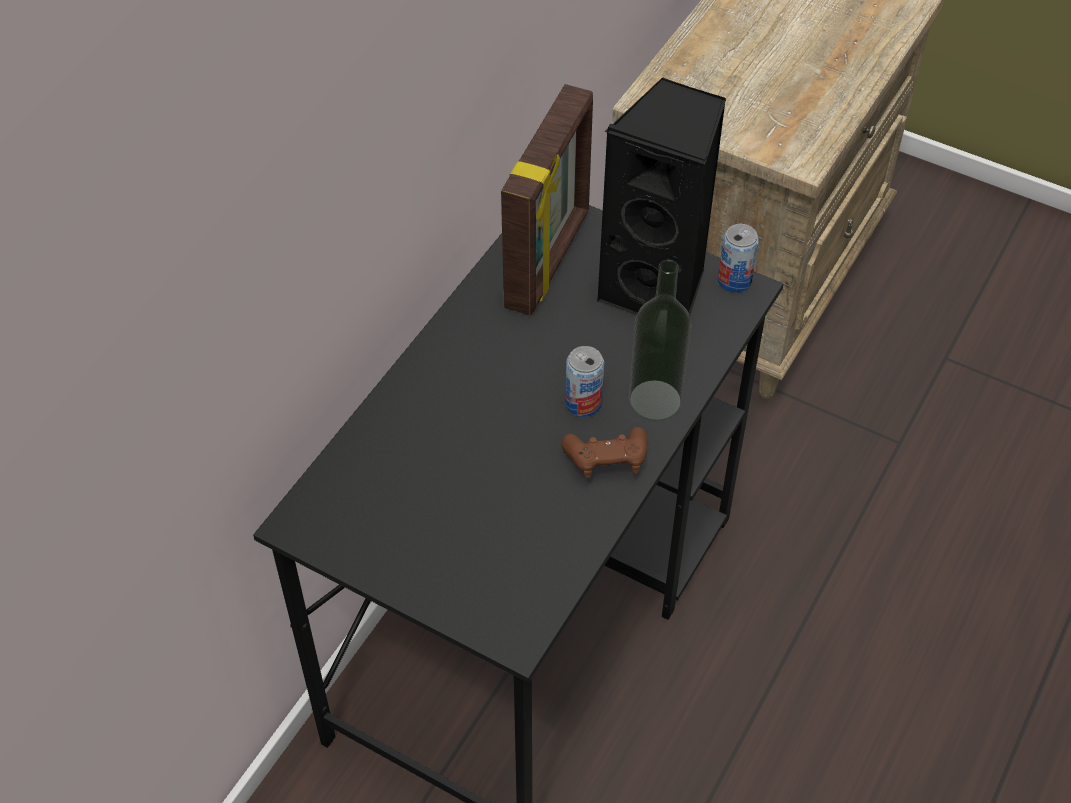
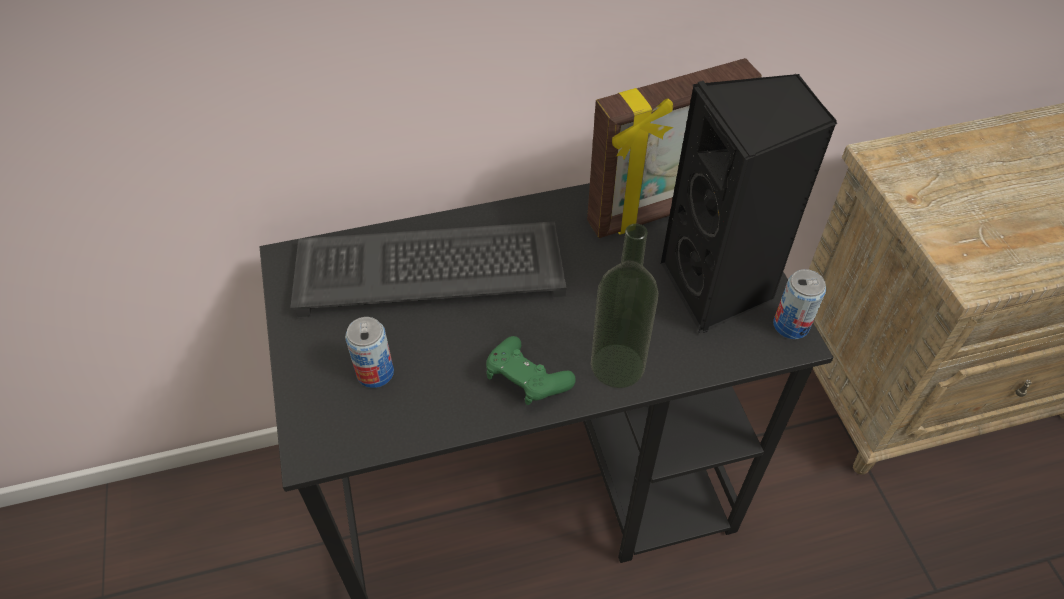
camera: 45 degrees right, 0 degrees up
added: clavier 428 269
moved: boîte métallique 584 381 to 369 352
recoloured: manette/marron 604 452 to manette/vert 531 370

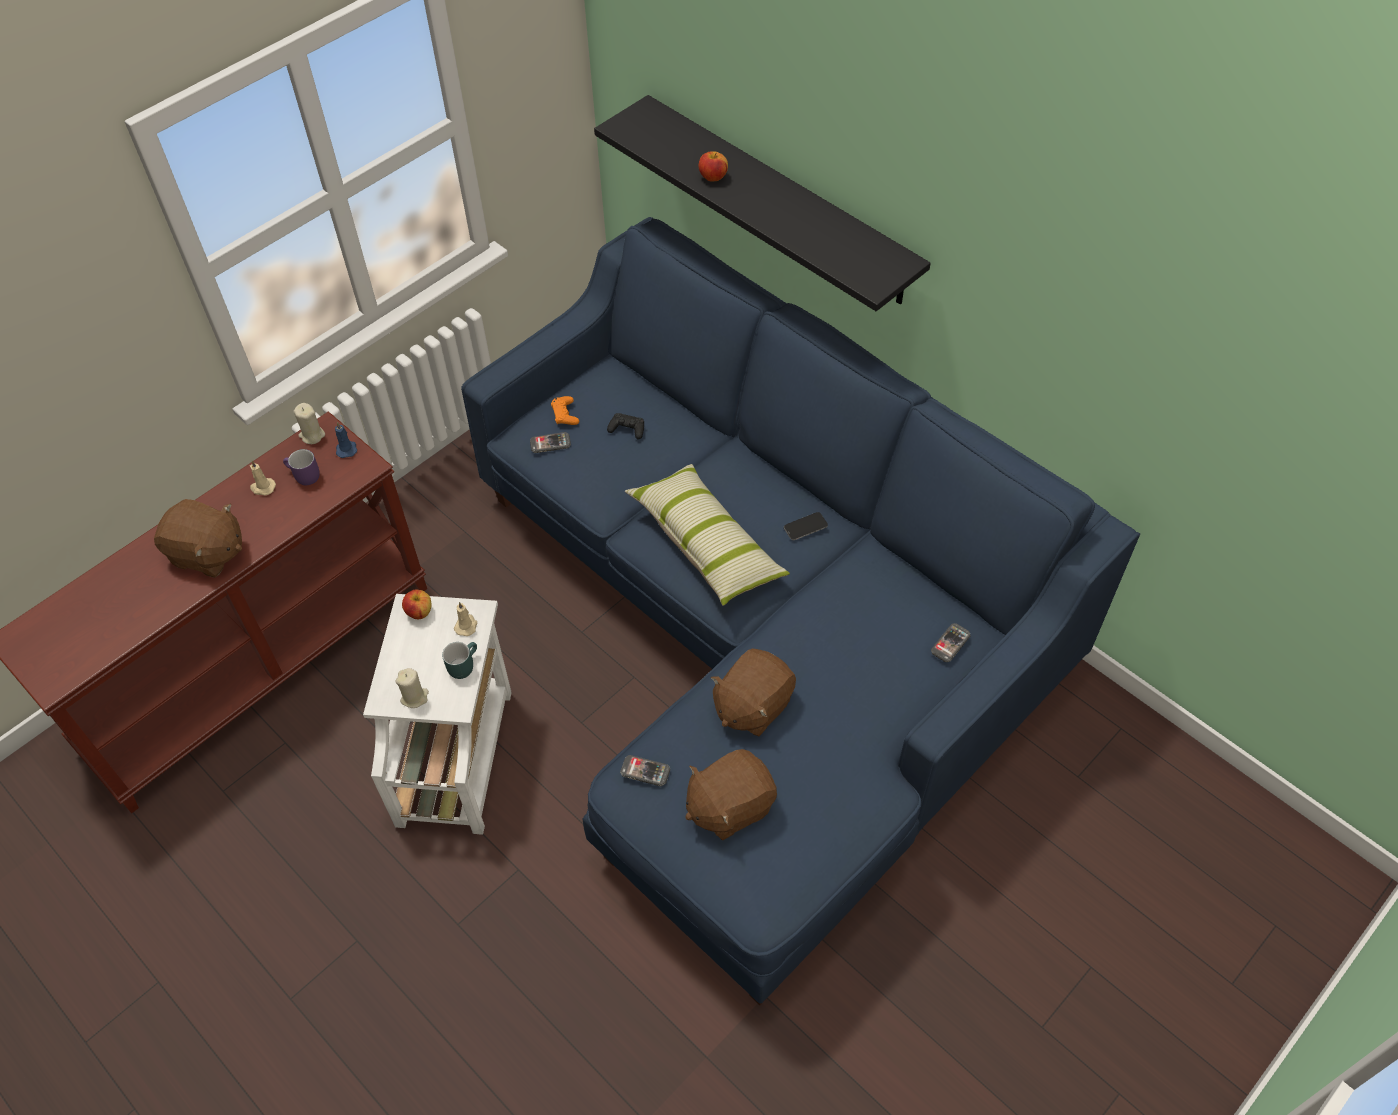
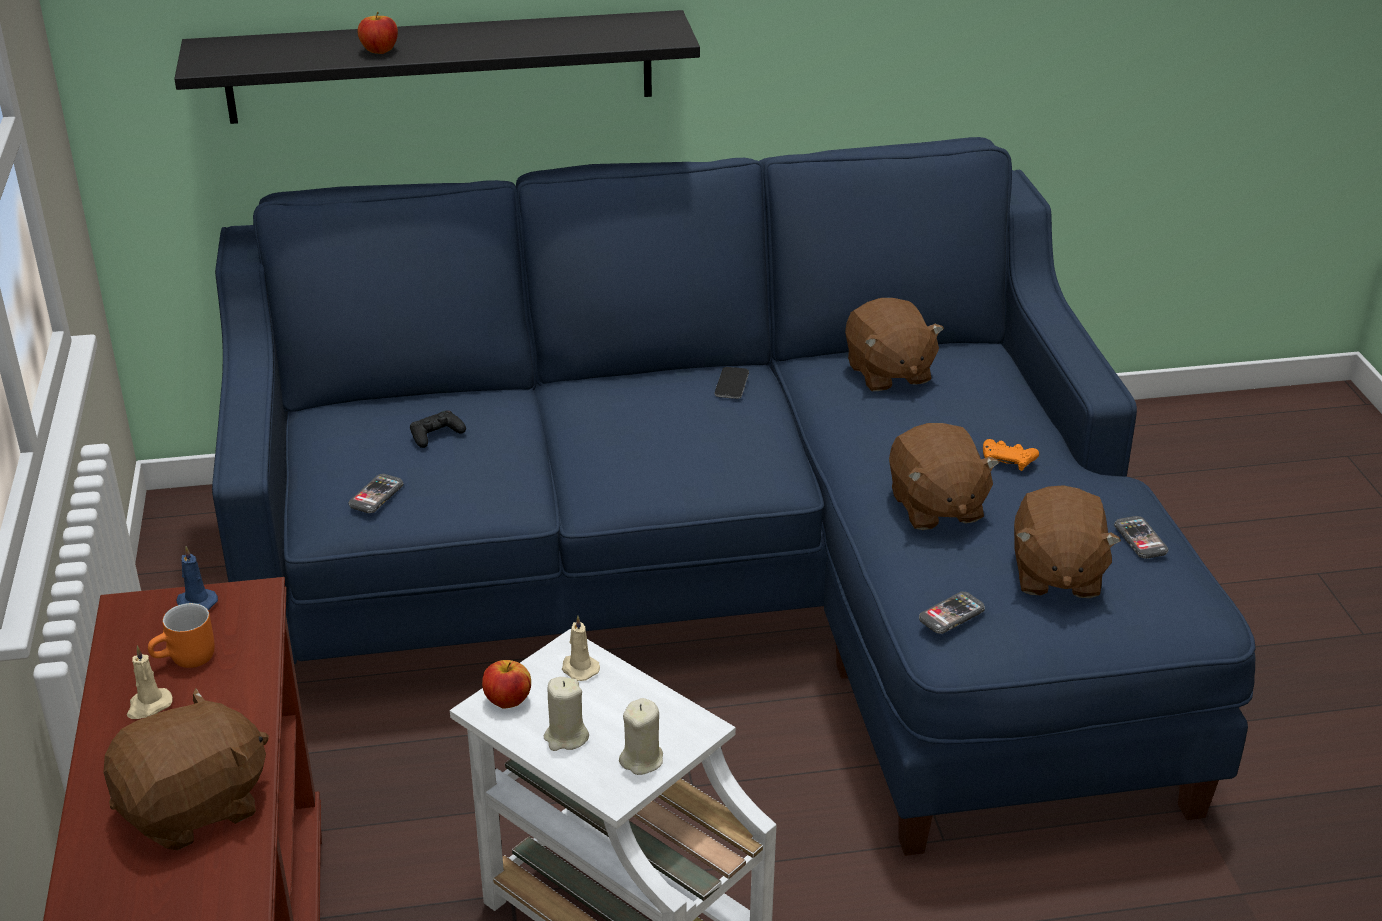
camera: 55 degrees left, 20 degrees down
removed: mug/turquoise 459 660; coussin 707 535
added: peluche/marron 894 344
moved: bougie/beige 309 423 to 566 714; manette/orange 565 410 to 1011 455; téléphone 951 642 to 1141 537
recoloured: mug/violet 301 467 to mug/orange 181 635

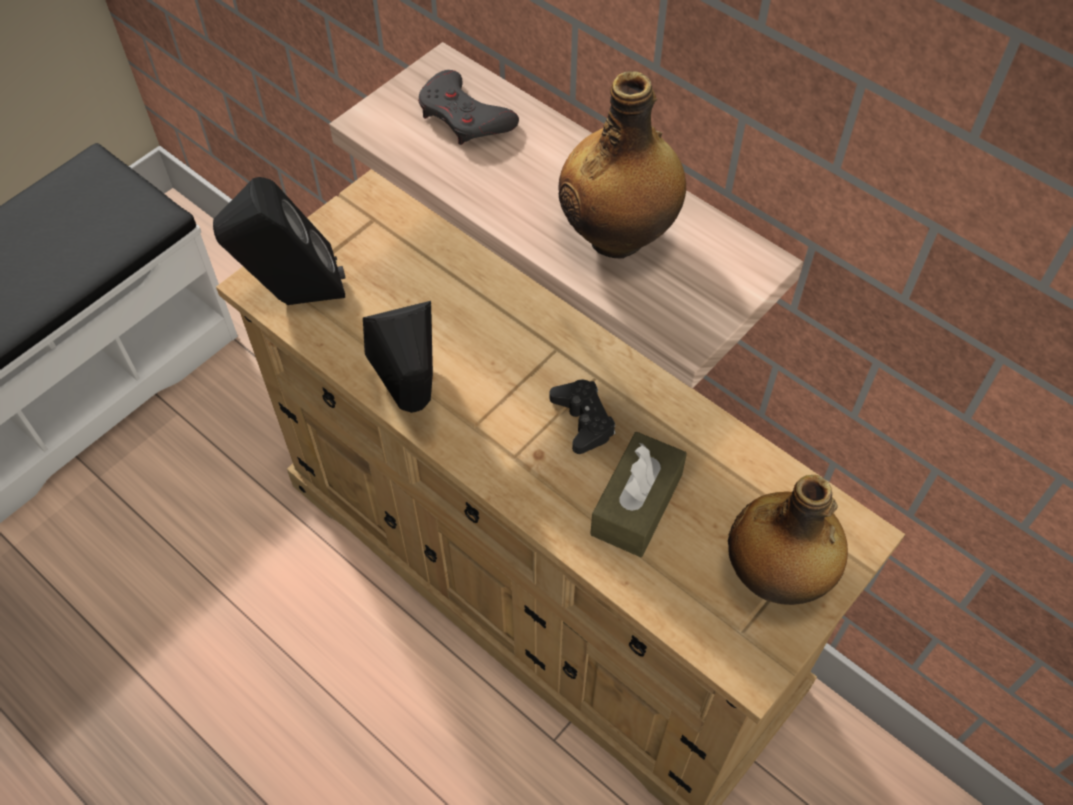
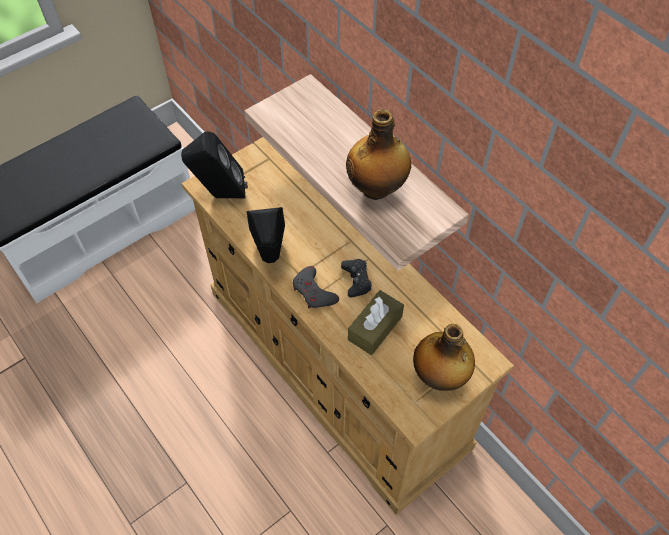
camera: 10 degrees right, 0 degrees up
moved: manette/gris 468 107 to 316 287

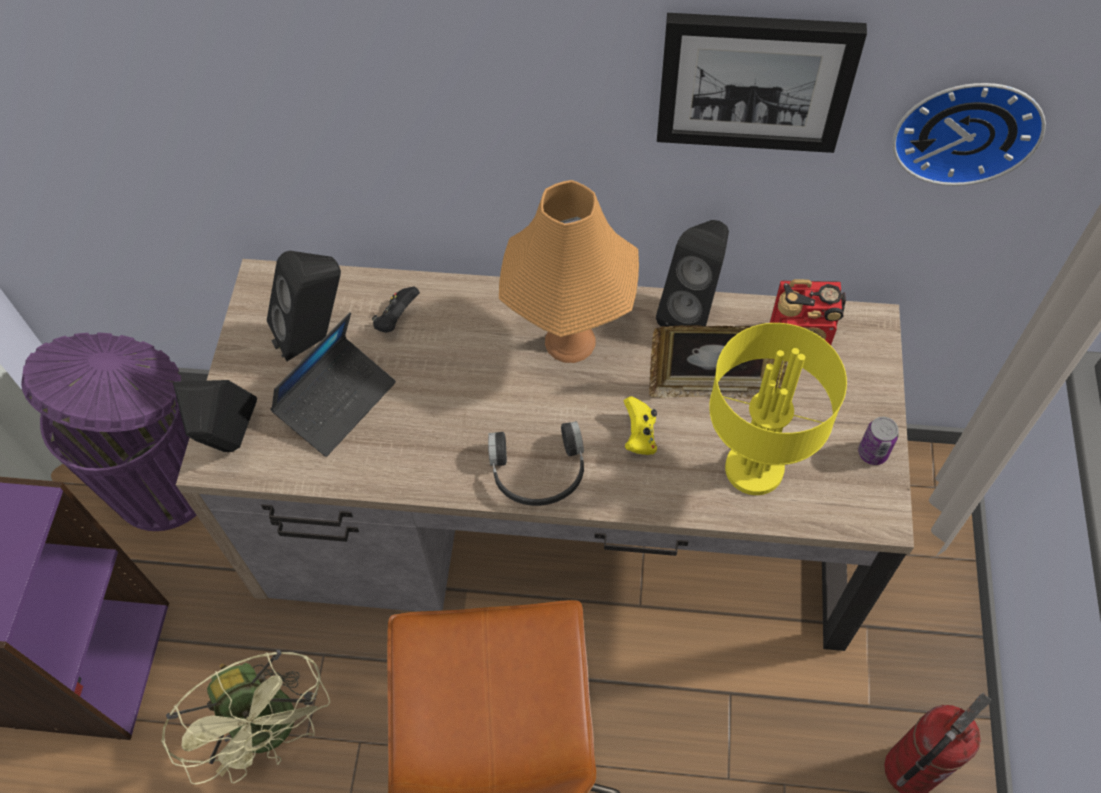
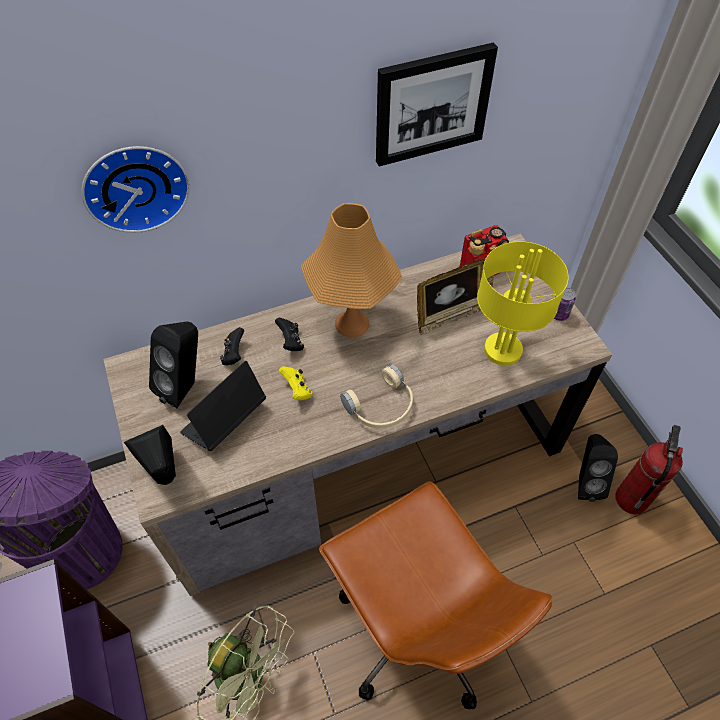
camera: 30 degrees left, 5 degrees down
added: manette/noir 289 334
moved: horloge murale 969 134 to 136 189; manette/jaune 640 425 to 295 383; enceinte/noir 692 273 to 598 468
recoloured: casque audio/noir 536 463 to casque audio/beige 376 396
turned: ordinateur portable 333 384 = 223 406 150 degrees counterclockwise

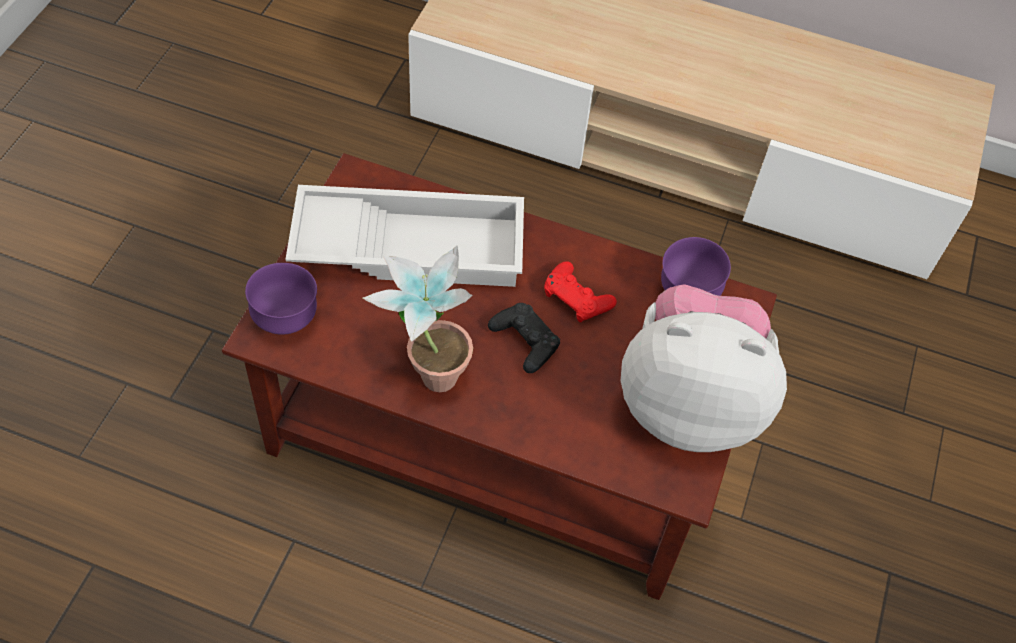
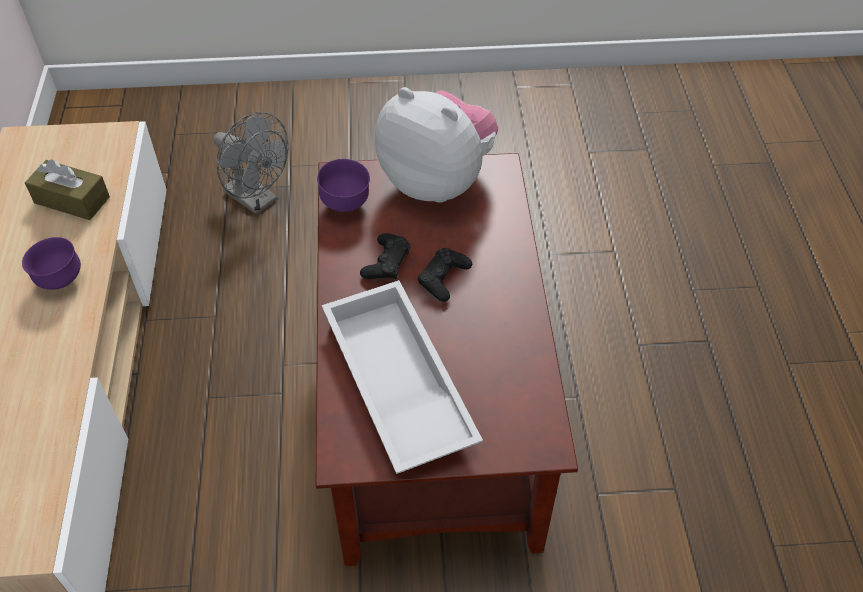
camera: 110 degrees left, 5 degrees down
removed: plante en pot 418 319
added: boîte à mouchoirs/marron 67 189; ventilateur/gris 250 163
moved: bol/violet 281 299 to 51 263
recoloured: manette/rouge 580 291 to manette/noir 385 256
turned: peluche 704 368 = 436 145 135 degrees clockwise

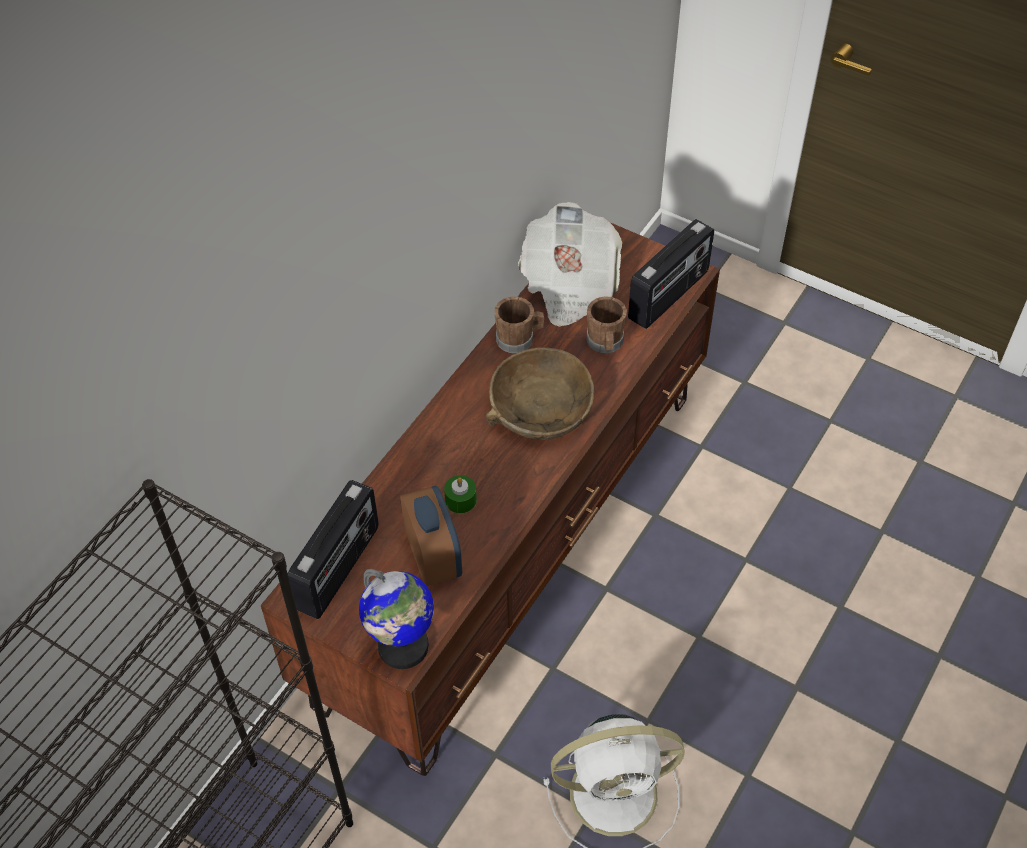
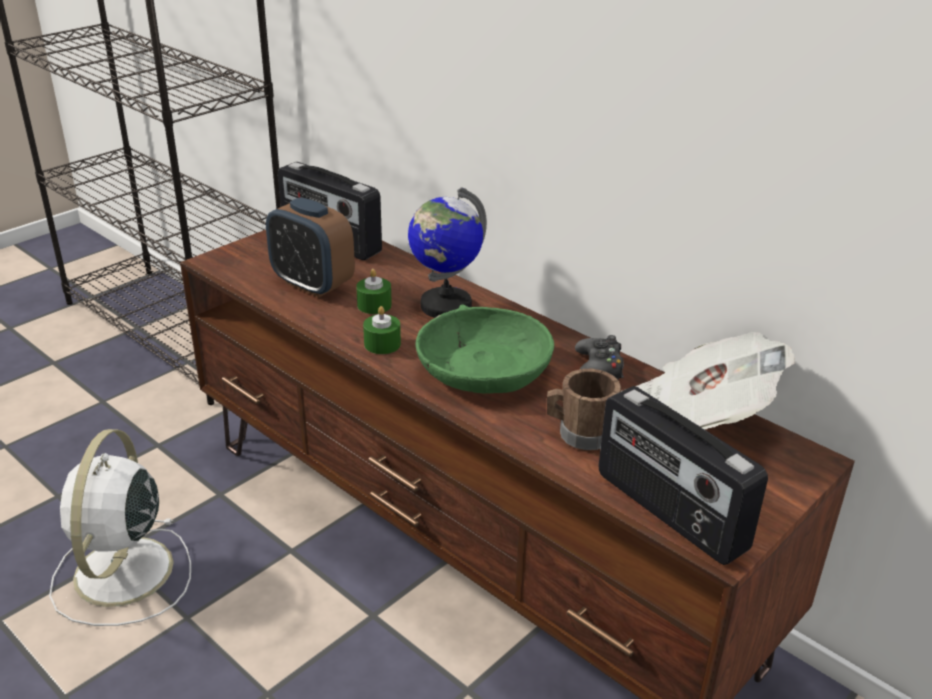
camera: 100 degrees right, 20 degrees down
added: bougie/vert 382 330
moved: globe 396 619 to 447 252
replaced: mug/marron 519 325 to manette/noir 599 357
recoloured: bol/marron 540 393 to bol/vert 484 349
turned: réveil 431 536 = 310 247 45 degrees clockwise

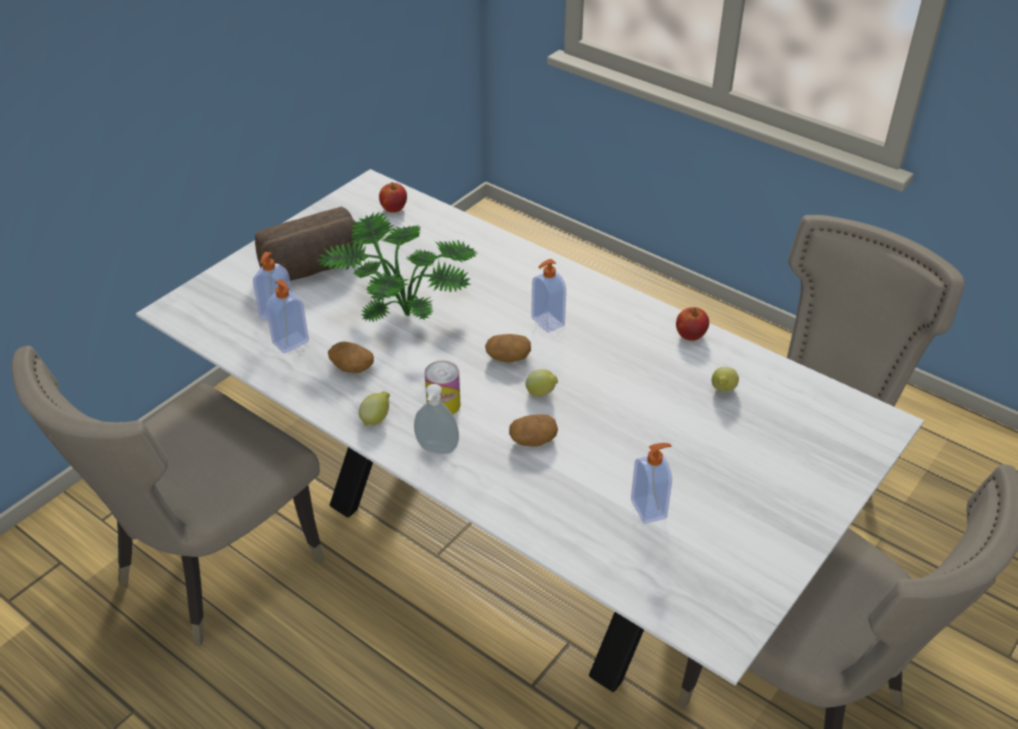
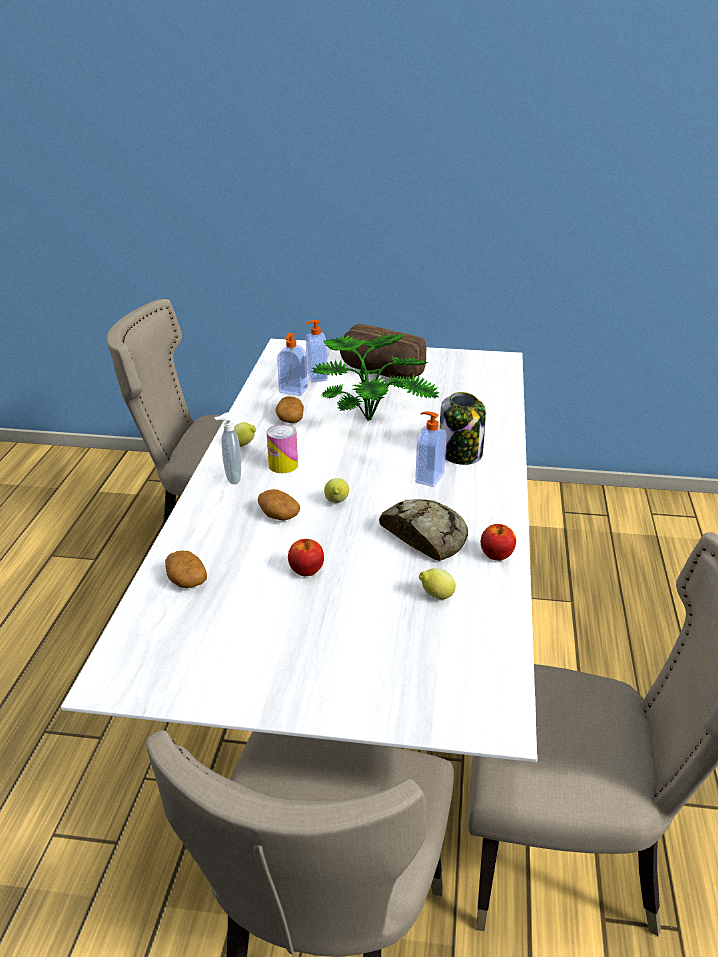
camera: 60 degrees right, 10 degrees down
removed: distributeur de savon 651 483
added: pain 423 530; bocal 462 428
moved: pomme de terre 508 348 to 186 569; pomme 393 197 to 306 557

